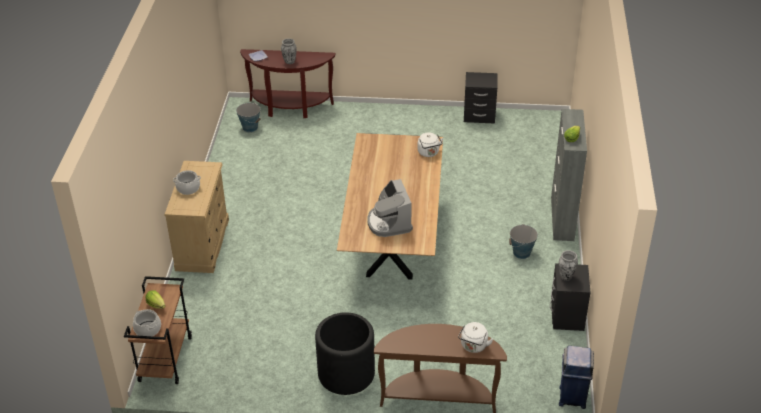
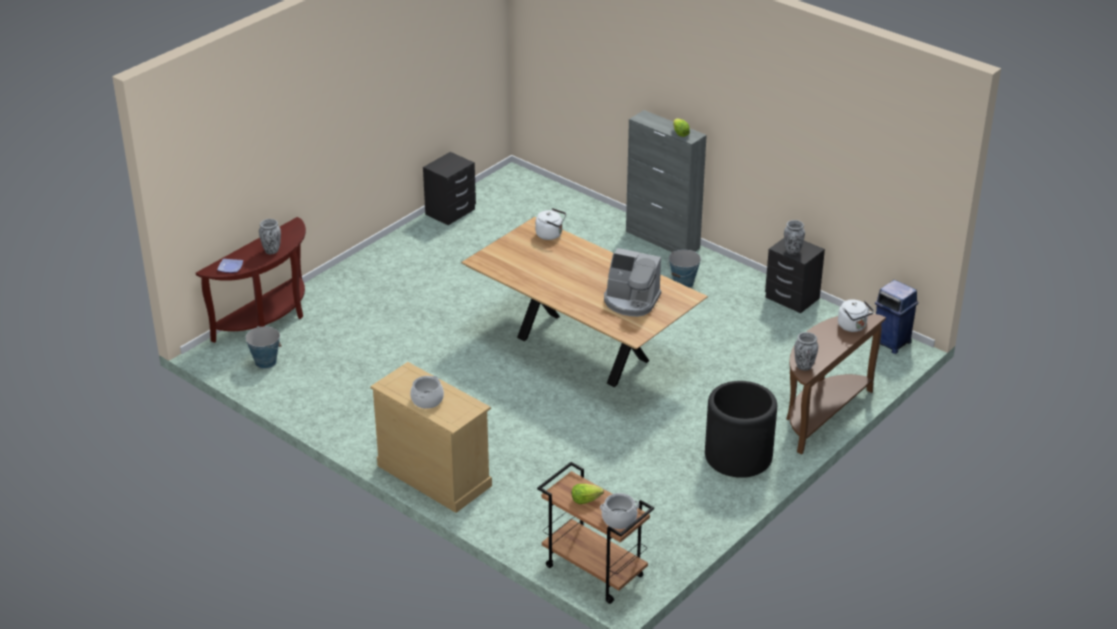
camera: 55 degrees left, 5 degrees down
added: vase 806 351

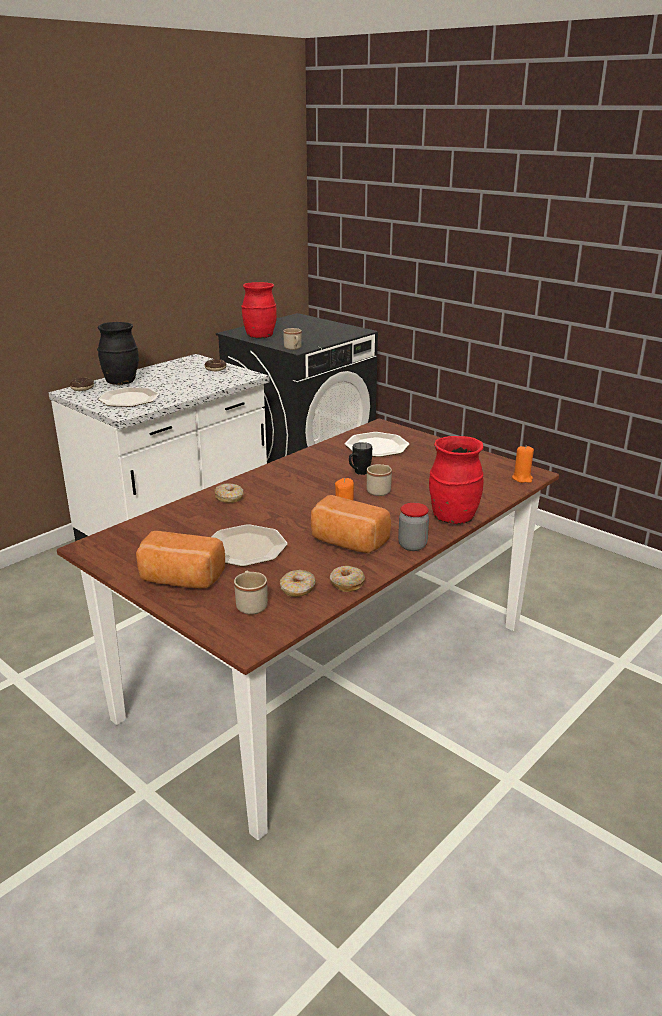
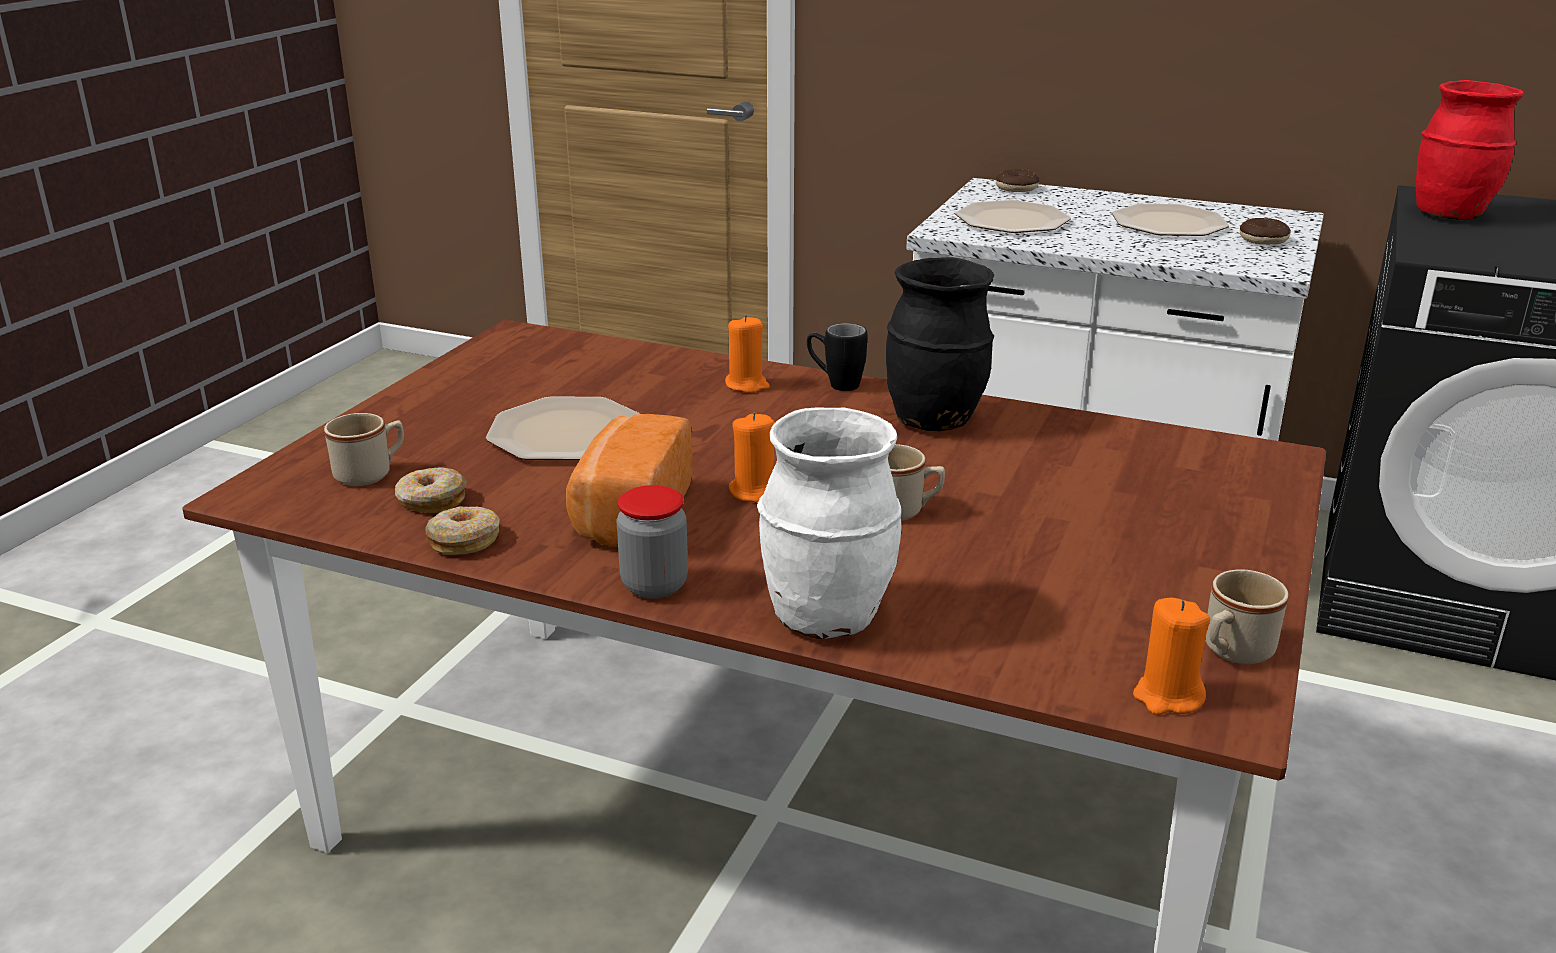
camera: 70 degrees right, 0 degrees up
removed: pain 180 560
moved: mug/noir 360 458 to 837 357; vase/noir 118 353 to 940 344; assiette 377 444 to 1170 220; mug/beige 292 339 to 1247 616
replaced: beignet 229 493 to bougie/orange 747 354
recoloured: vase/rouge 456 480 to vase/blanc 829 523

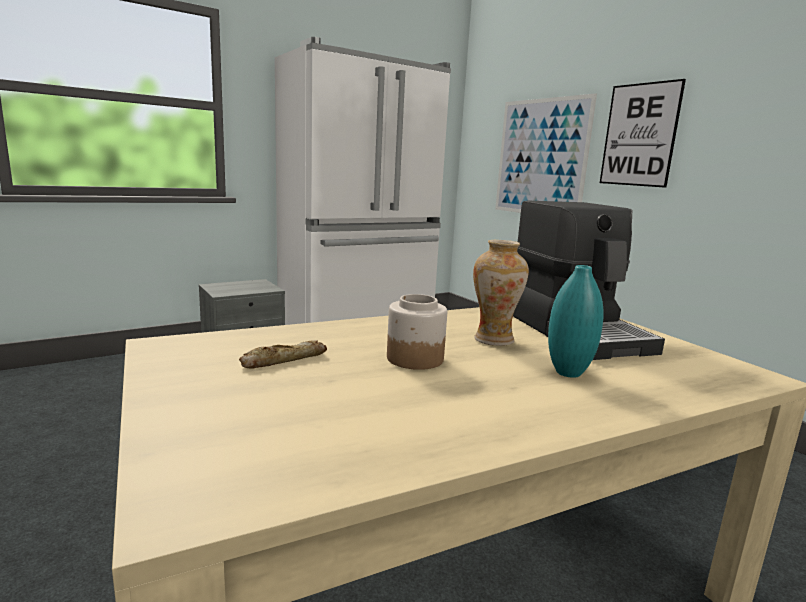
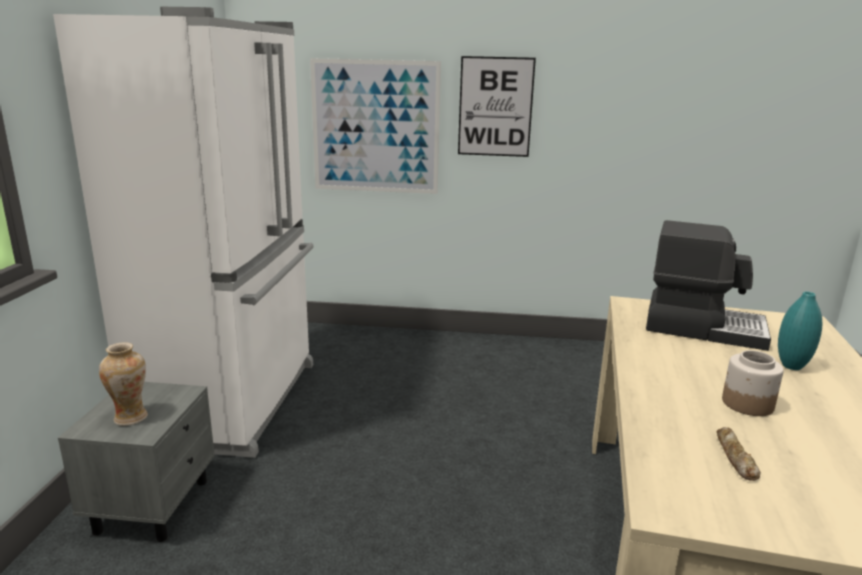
camera: 50 degrees left, 5 degrees up
moved: vase 501 293 to 123 384

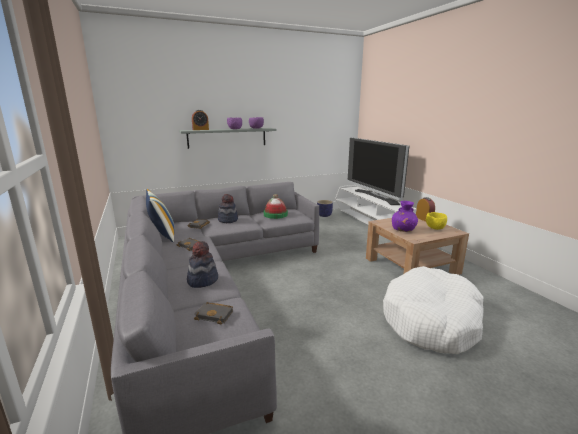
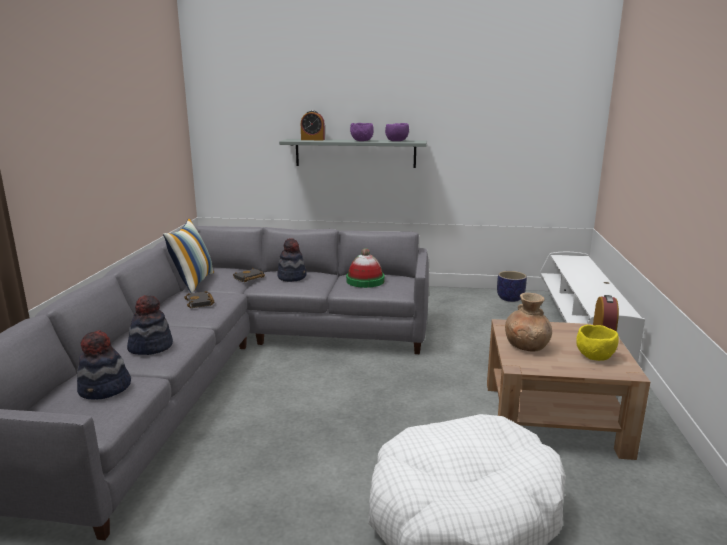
camera: 30 degrees right, 0 degrees up
removed: téléviseur 378 171
replaced: livre/noir 213 313 to chapeau 104 365
recoloured: vase/violet 405 216 to vase/marron 528 322

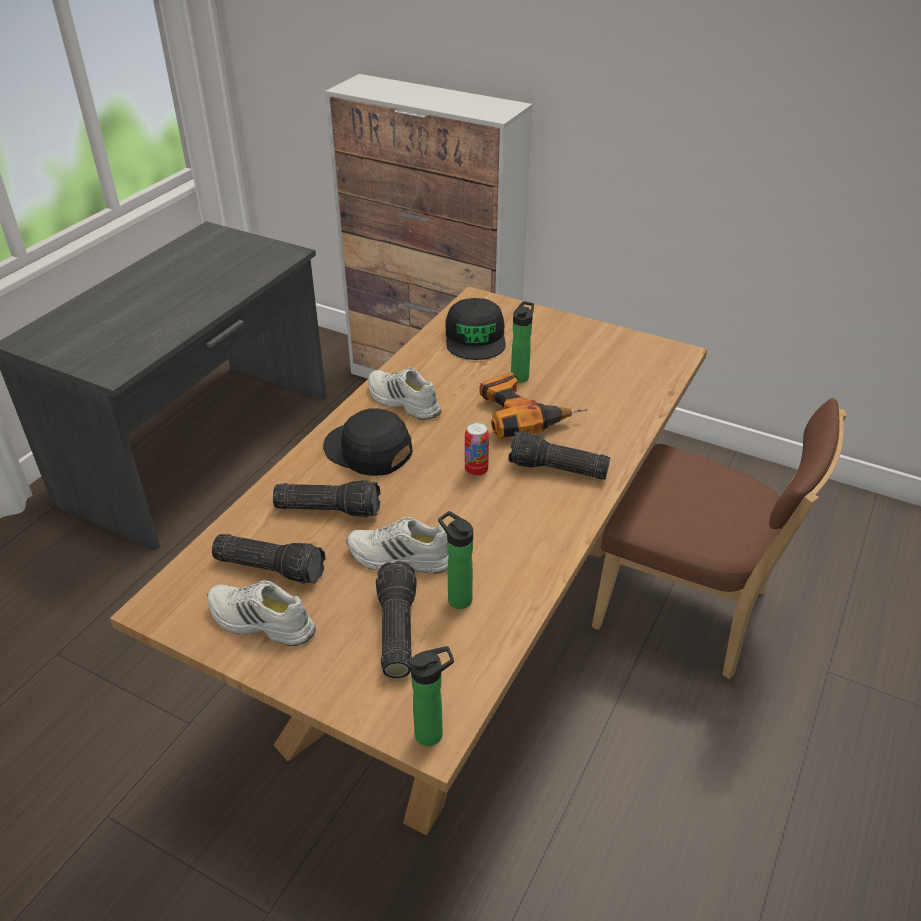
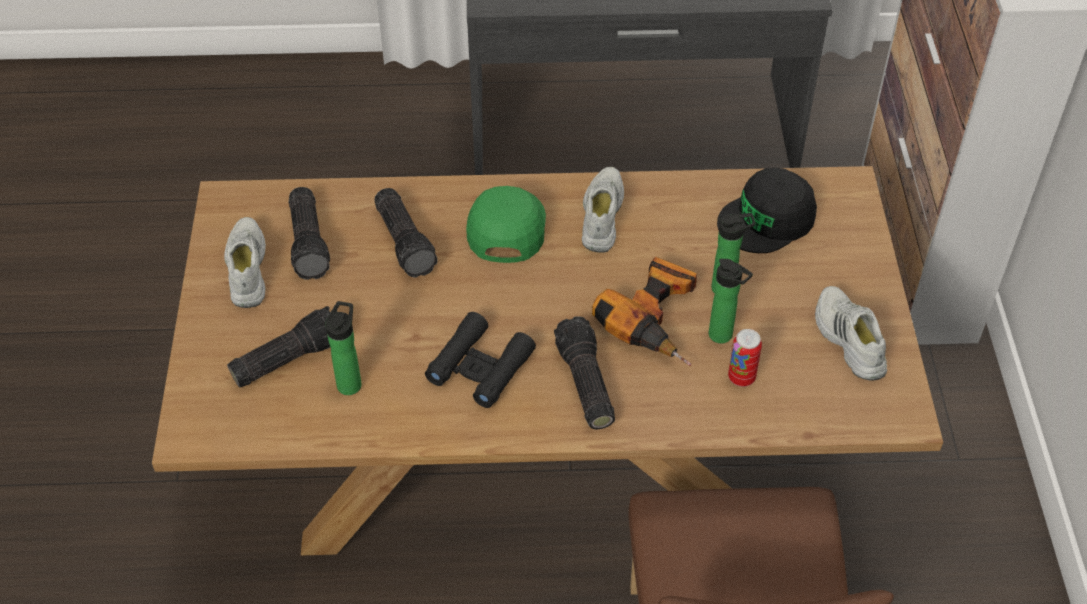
camera: 60 degrees right, 10 degrees up
added: jumelles/noir 480 360
moved: bouteille 432 696 to 731 301; boîte métallique 477 449 to 745 358; chaussure/blanc 398 545 to 851 333
recoloured: casquette/noir 367 442 to casquette/vert 506 224

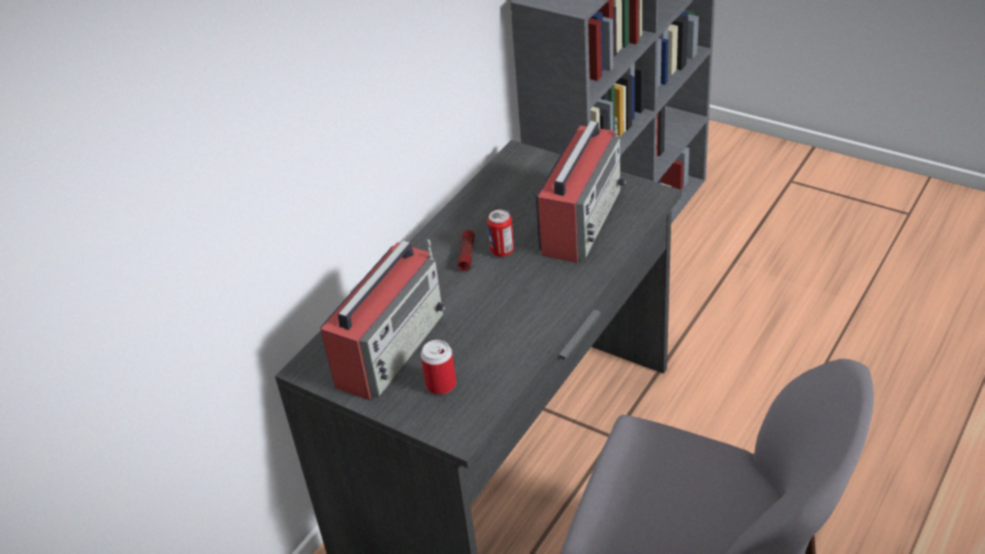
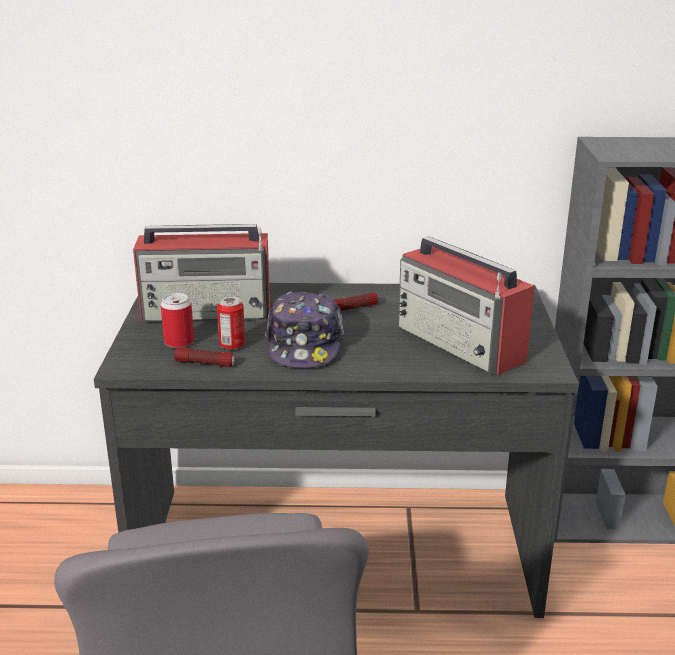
camera: 55 degrees right, 15 degrees down
added: lampe de poche 204 357; casquette 304 329
moved: boîte métallique 500 233 to 231 323
turned: radio 581 190 = 466 305 60 degrees clockwise

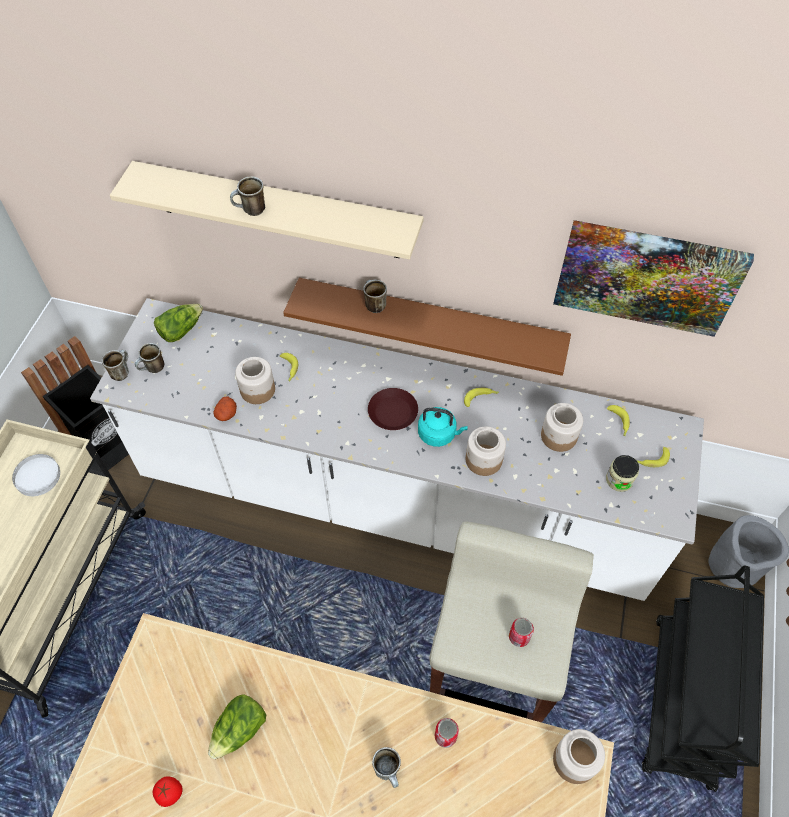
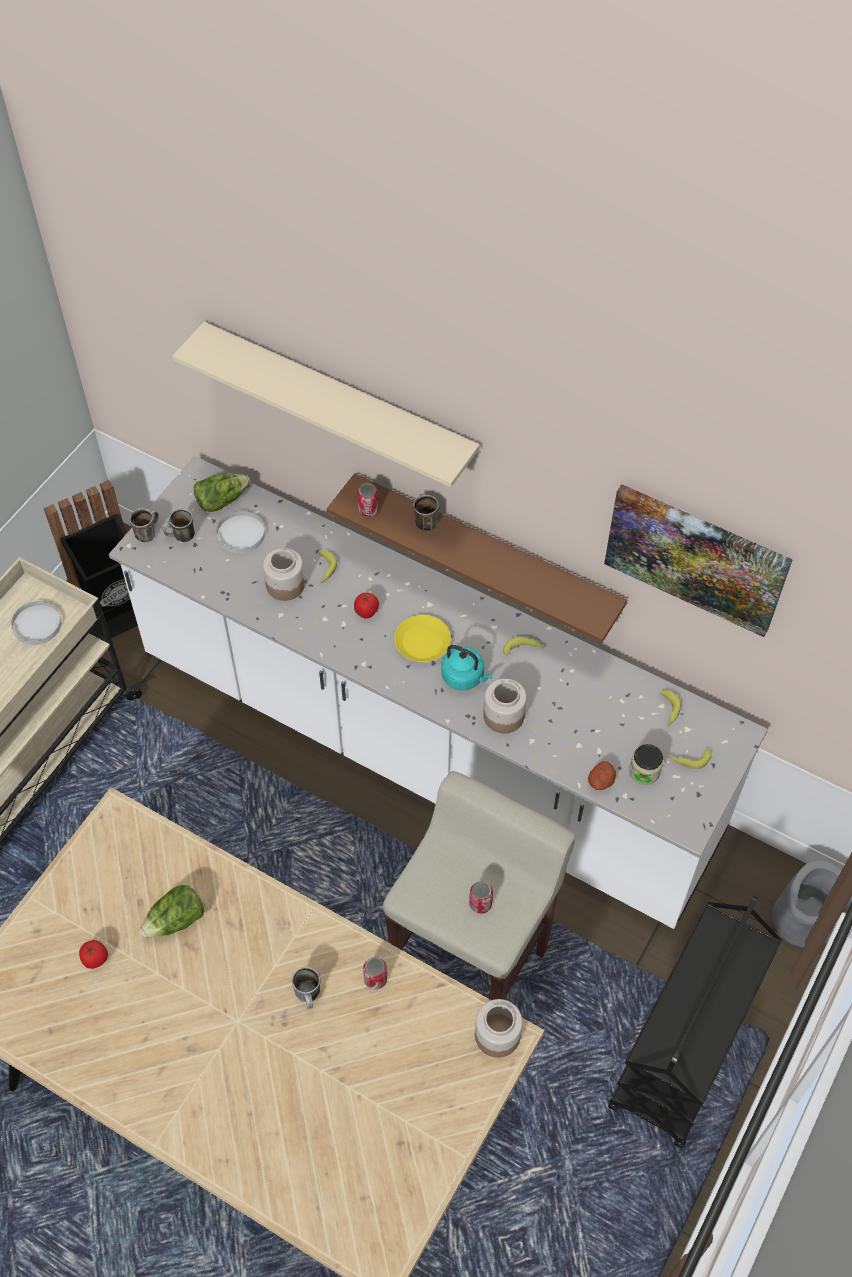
camera: 15 degrees right, 0 degrees up
removed: mug 247 196; bocal 562 427
added: assiette/blanc 240 532; tomate 366 606; boîte métallique 368 500
moved: pomme de terre 225 408 to 602 775
recoloured: assiette/marron 393 409 to assiette/jaune 423 638

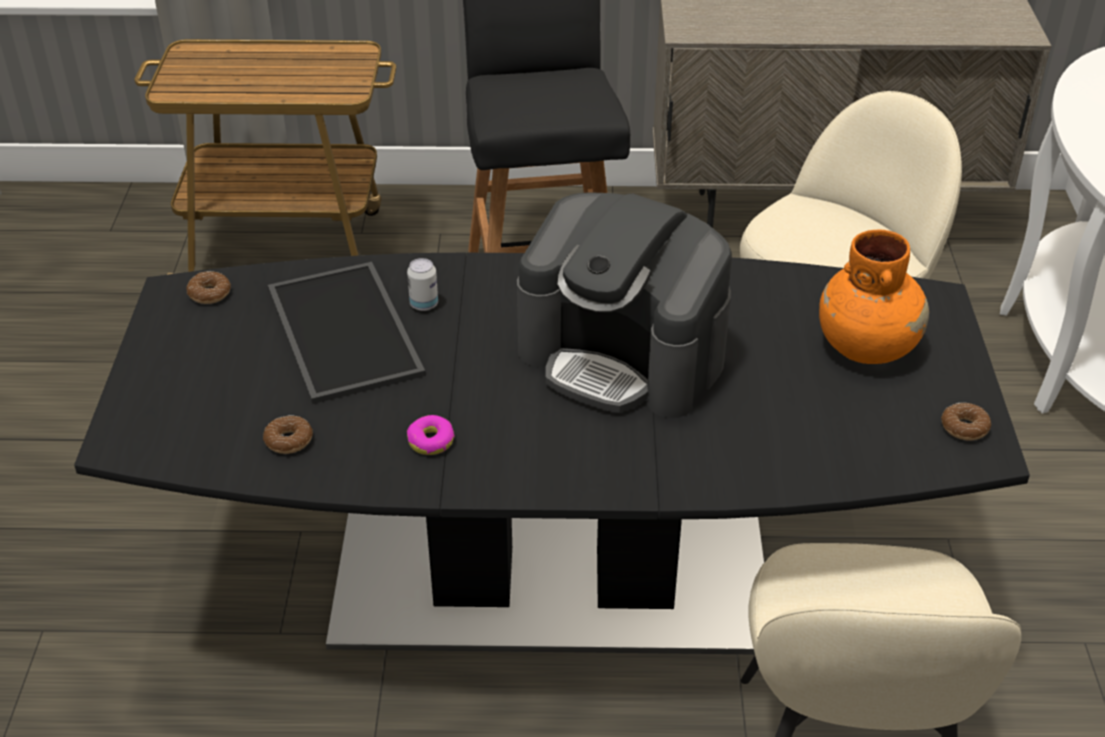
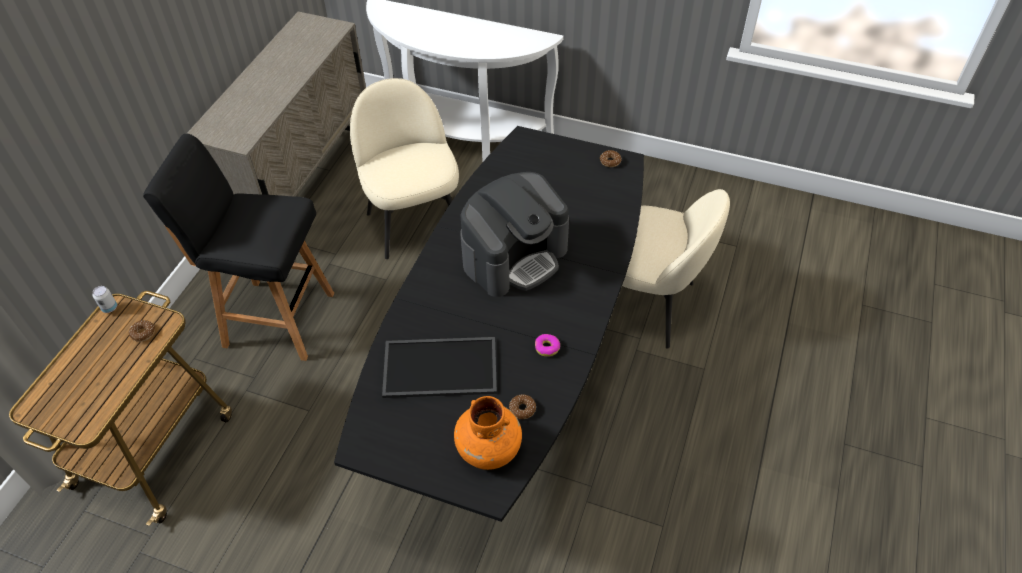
camera: 70 degrees left, 10 degrees up
moved: boîte métallique 422 284 to 105 299; beignet 208 287 to 142 331; vase/orange 874 297 to 488 433

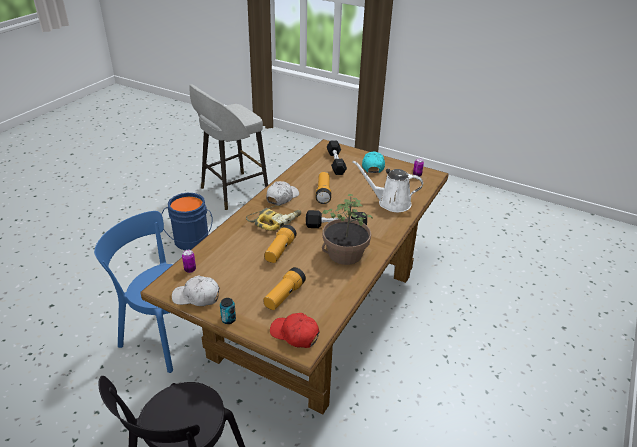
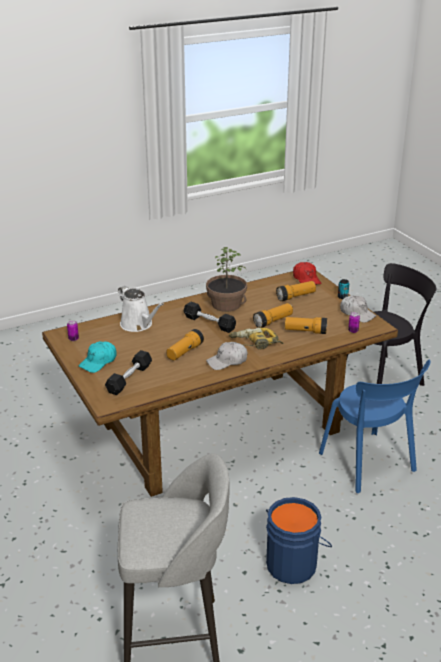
camera: 145 degrees left, 5 degrees down
added: lampe de poche 306 325

